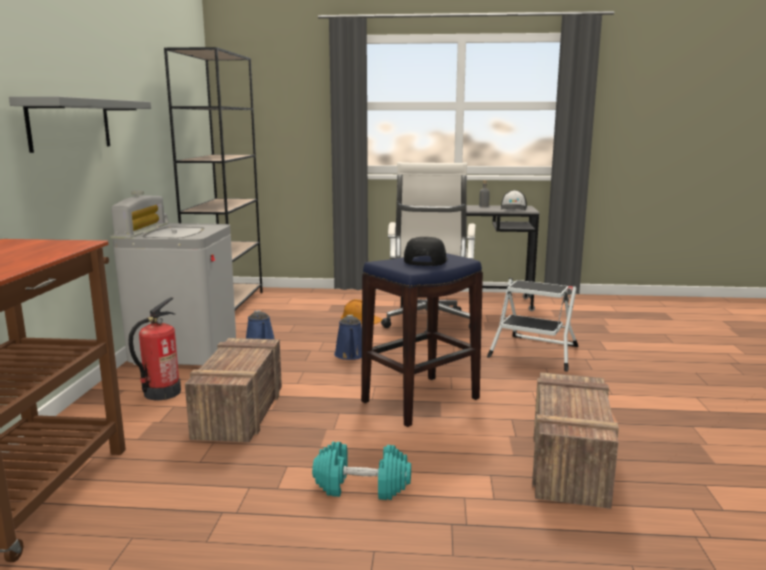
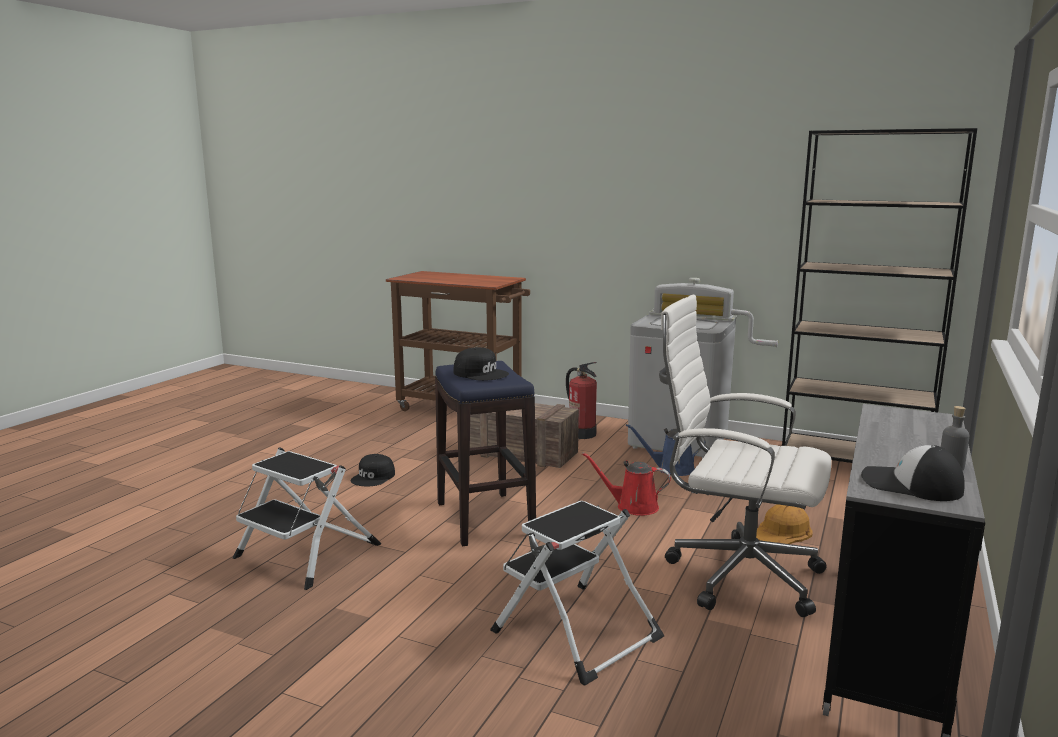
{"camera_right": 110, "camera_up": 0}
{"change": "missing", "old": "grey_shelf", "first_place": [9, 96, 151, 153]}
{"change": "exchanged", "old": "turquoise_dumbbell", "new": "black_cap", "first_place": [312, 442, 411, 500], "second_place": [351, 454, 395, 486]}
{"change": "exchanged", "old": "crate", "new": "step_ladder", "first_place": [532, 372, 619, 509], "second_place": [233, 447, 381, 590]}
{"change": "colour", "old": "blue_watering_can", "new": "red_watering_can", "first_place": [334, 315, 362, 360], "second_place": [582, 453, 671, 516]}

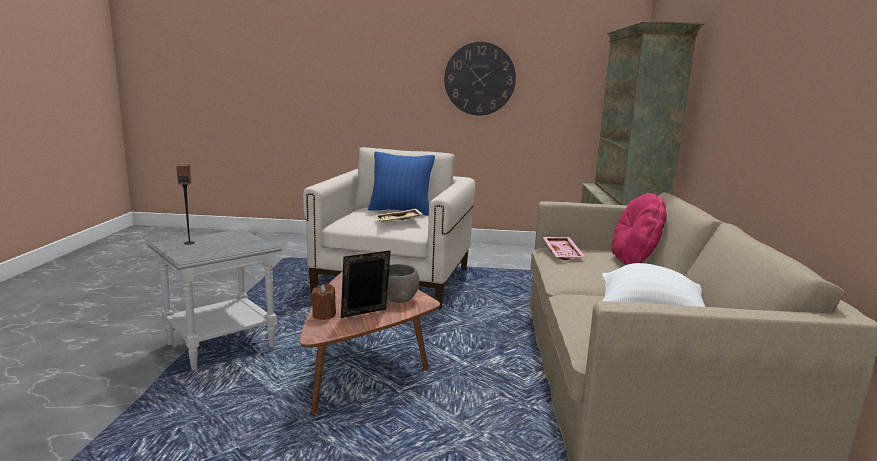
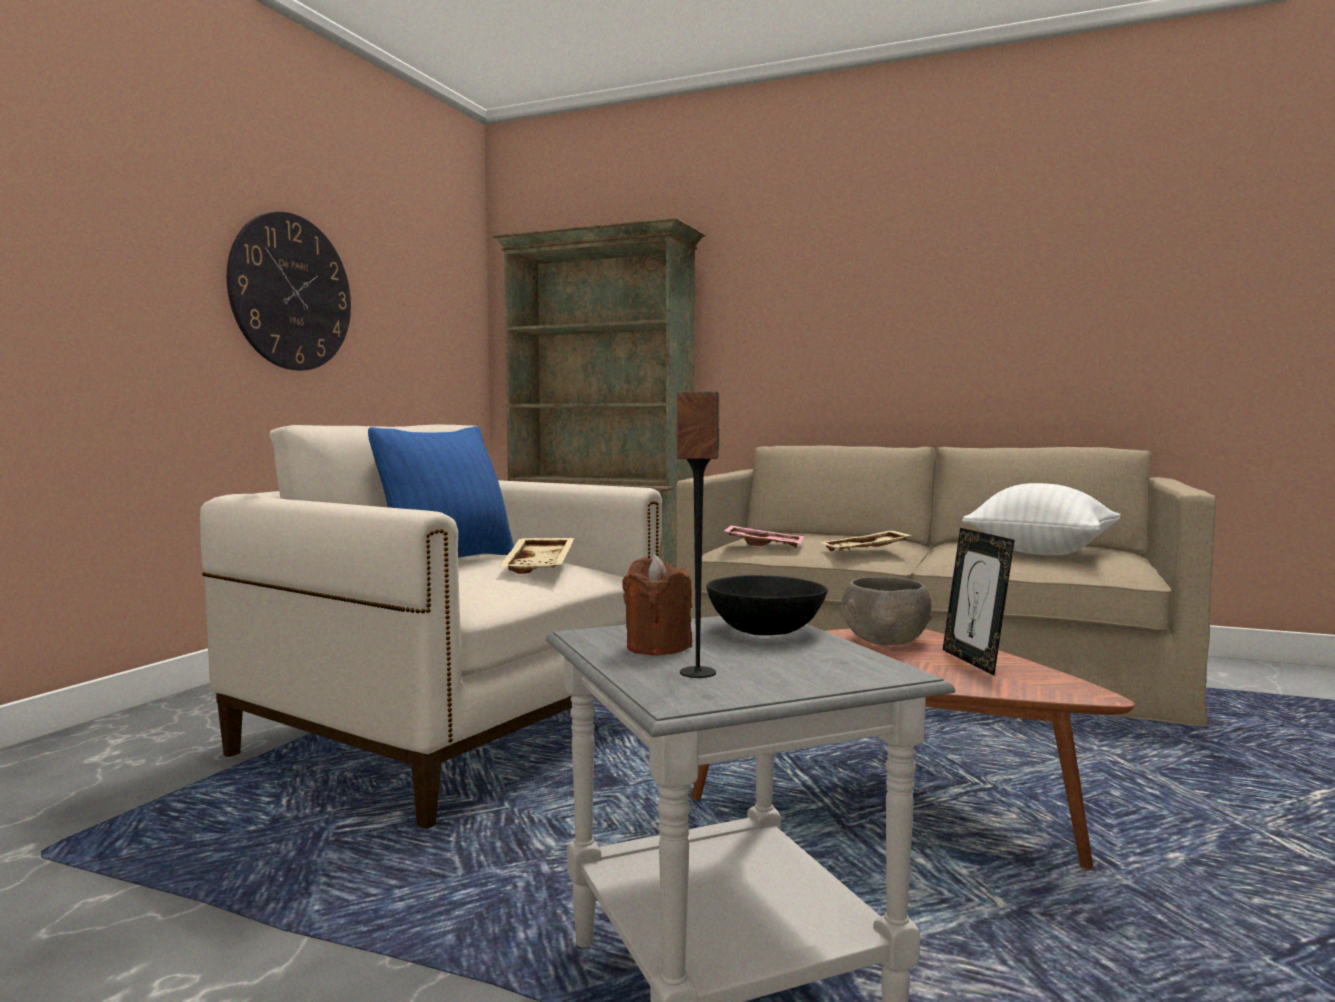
{"camera_right": -70, "camera_up": -10}
{"change": "missing", "old": "pink_pillow", "first_place": [612, 193, 666, 265]}
{"change": "appeared", "new": "black_bowl", "second_place": [707, 575, 828, 635]}
{"change": "appeared", "new": "beige_tray", "second_place": [821, 530, 912, 551]}
{"change": "relocated", "old": "brown_candle", "first_place": [310, 284, 336, 320], "second_place": [622, 554, 692, 655]}

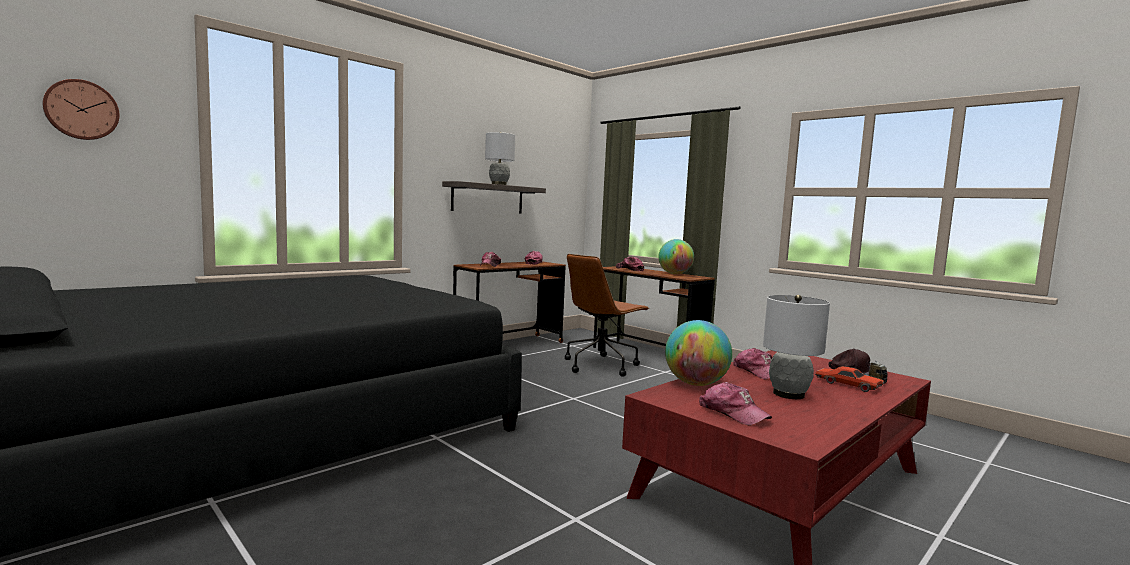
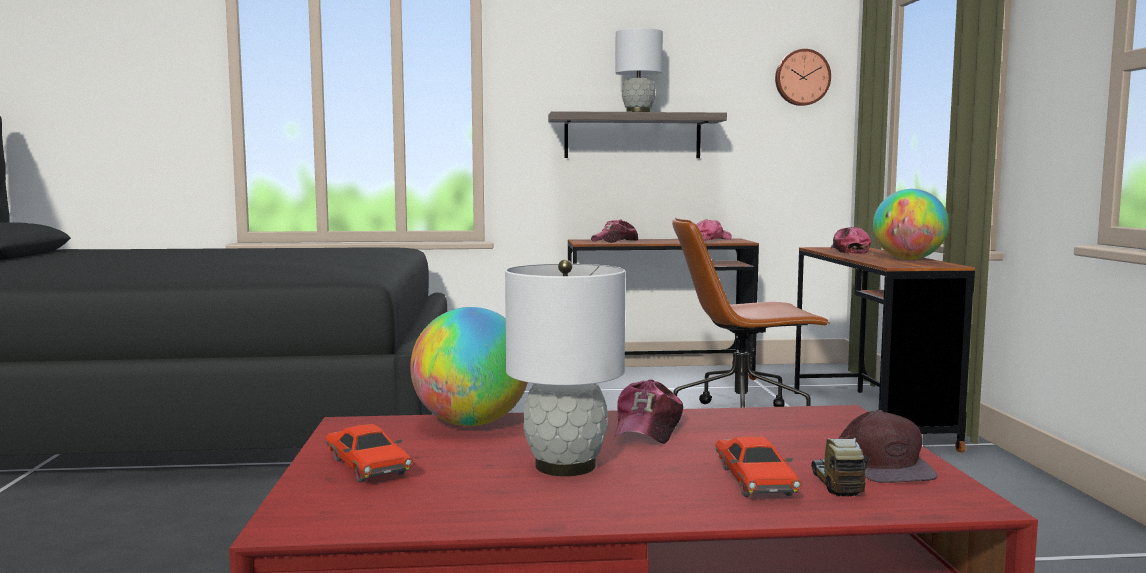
{"camera_right": 40, "camera_up": 0}
{"change": "relocated", "old": "wall_clock", "first_place": [43, 79, 120, 140], "second_place": [775, 49, 831, 106]}
{"change": "exchanged", "old": "cap", "new": "red_toy_car", "first_place": [699, 382, 772, 425], "second_place": [325, 424, 413, 482]}

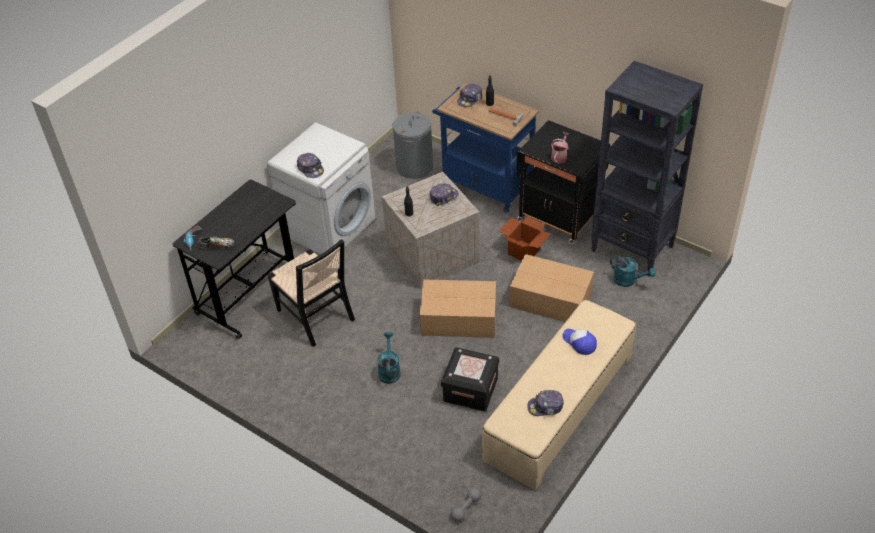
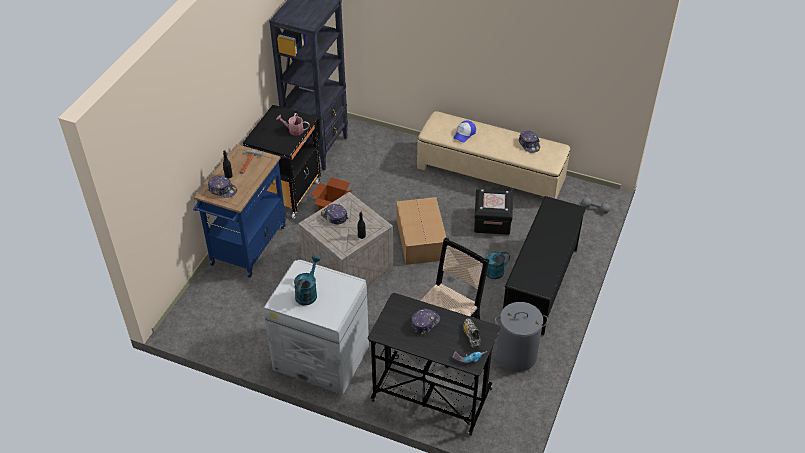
{"camera_right": -105, "camera_up": 0}
{"change": "missing", "old": "cardboard_box", "first_place": [509, 254, 594, 322]}
{"change": "appeared", "new": "black_shoe_rack", "second_place": [503, 196, 586, 335]}
{"change": "relocated", "old": "cap", "first_place": [297, 153, 324, 178], "second_place": [411, 309, 440, 336]}
{"change": "relocated", "old": "grey_laundry_basket", "first_place": [392, 112, 433, 179], "second_place": [495, 302, 548, 372]}
{"change": "relocated", "old": "turquoise_watering_can", "first_place": [610, 255, 656, 287], "second_place": [294, 255, 321, 305]}

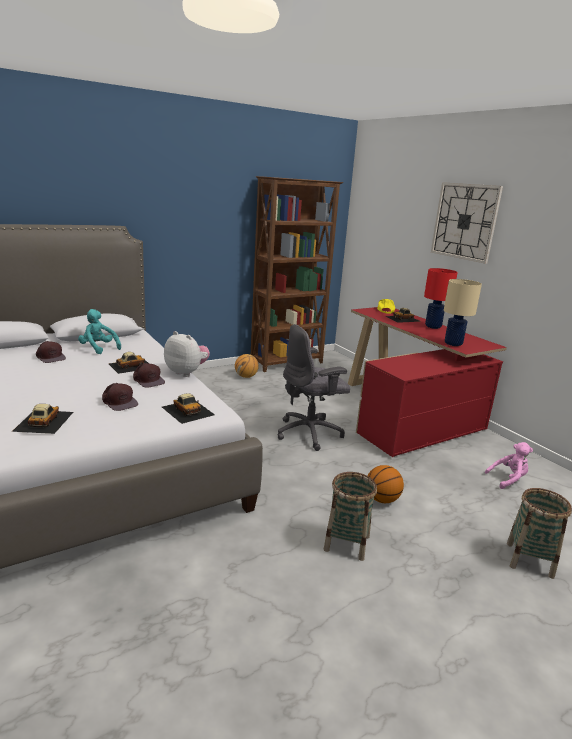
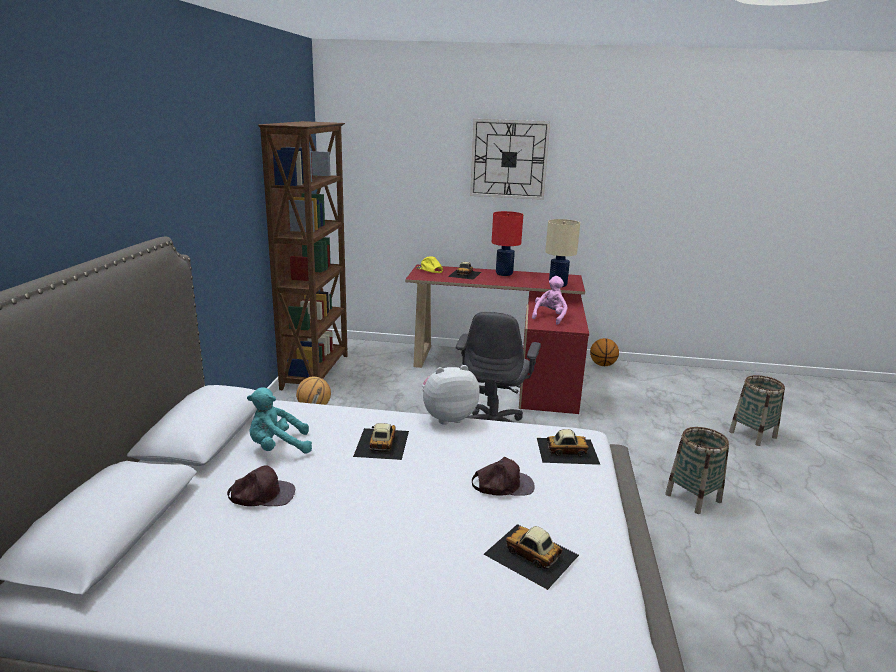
{"camera_right": -50, "camera_up": 0}
{"change": "missing", "old": "brown_cap", "first_place": [133, 363, 165, 388]}
{"change": "relocated", "old": "basketball", "first_place": [368, 465, 404, 503], "second_place": [590, 338, 619, 366]}
{"change": "relocated", "old": "pink_plush_toy", "first_place": [485, 442, 533, 489], "second_place": [532, 276, 568, 325]}

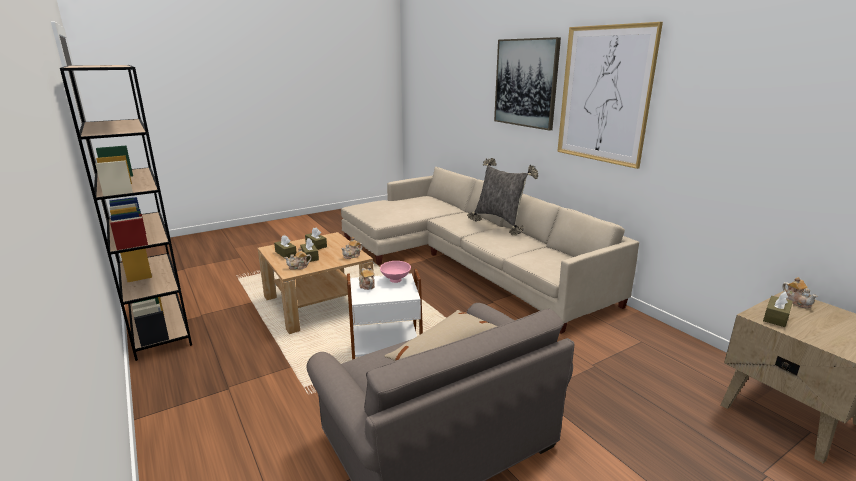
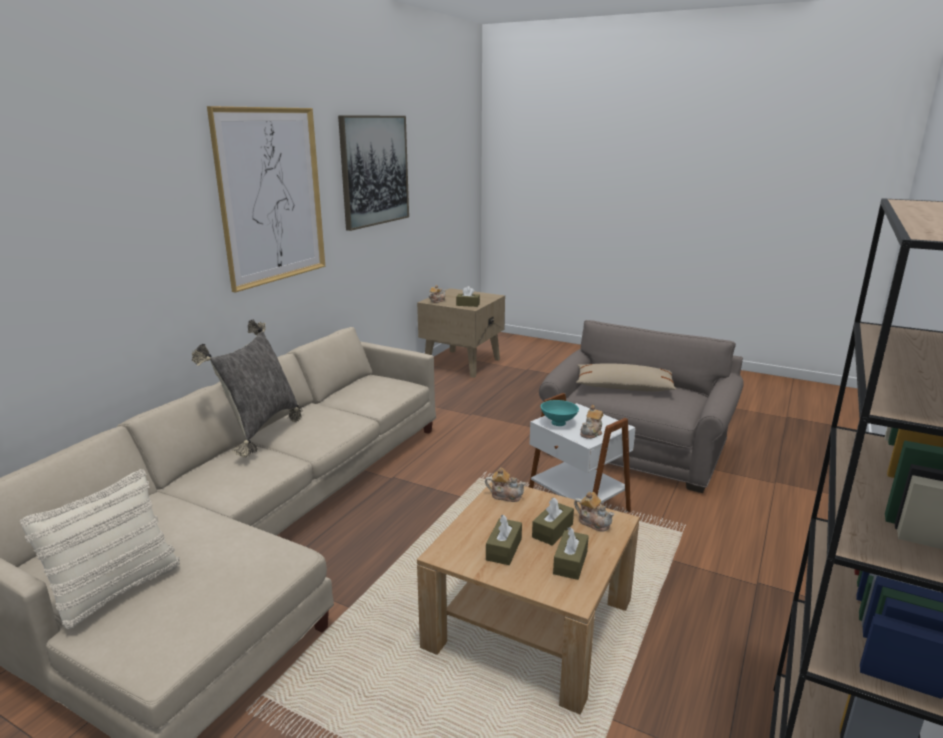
{"camera_right": -120, "camera_up": 0}
{"change": "appeared", "new": "beige_pillow", "second_place": [19, 469, 180, 629]}
{"change": "relocated", "old": "picture", "first_place": [494, 37, 561, 131], "second_place": [338, 115, 409, 231]}
{"change": "colour", "old": "pink_bowl", "new": "turquoise_bowl", "first_place": [380, 261, 411, 283], "second_place": [541, 400, 579, 426]}

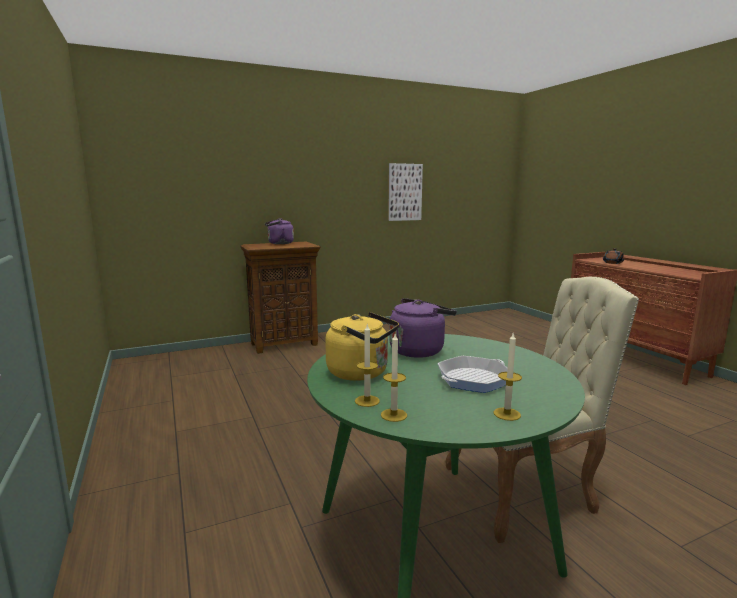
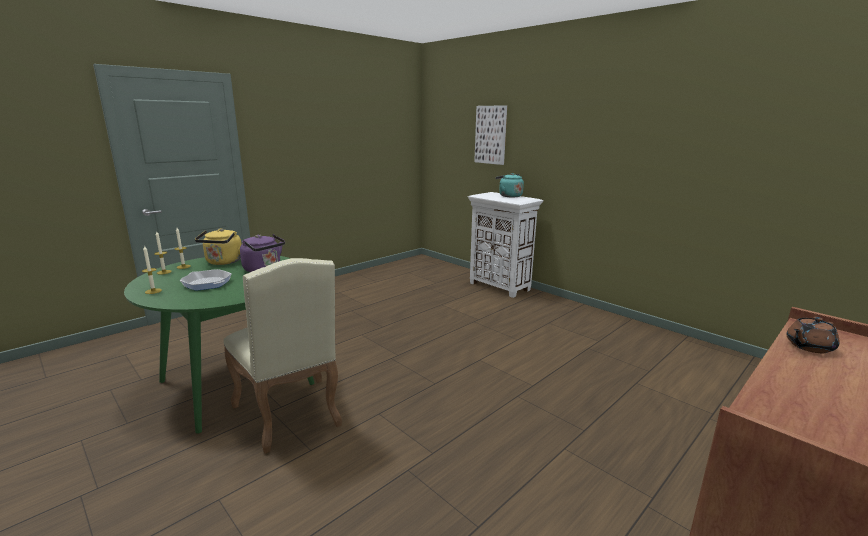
{"camera_right": 70, "camera_up": 5}
{"change": "relocated", "old": "picture", "first_place": [388, 163, 423, 221], "second_place": [474, 105, 507, 165]}
{"change": "colour", "old": "brown_cabinet", "new": "white_cabinet", "first_place": [240, 242, 321, 354], "second_place": [467, 192, 544, 298]}
{"change": "colour", "old": "purple_kettle", "new": "turquoise_kettle", "first_place": [265, 218, 294, 244], "second_place": [495, 173, 524, 197]}

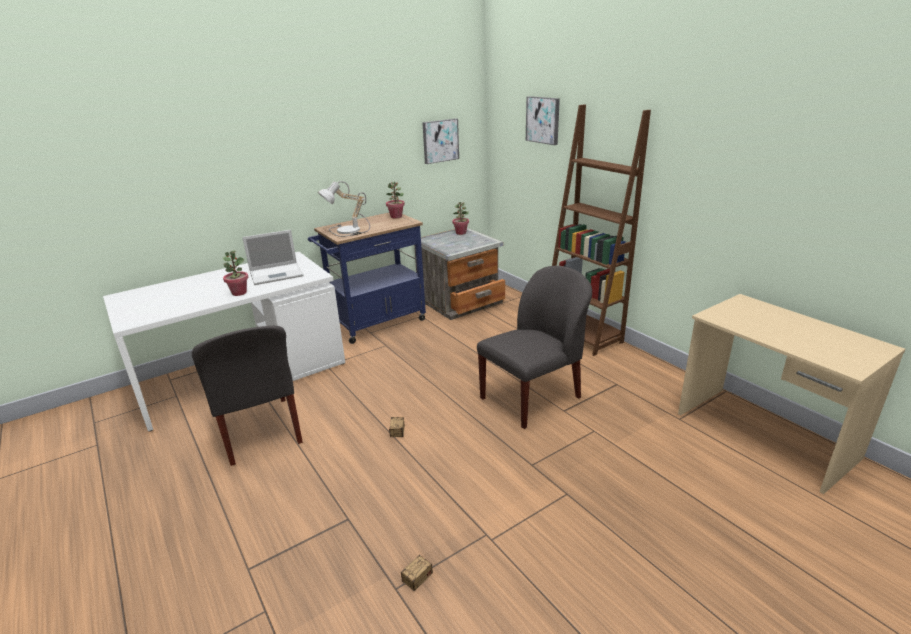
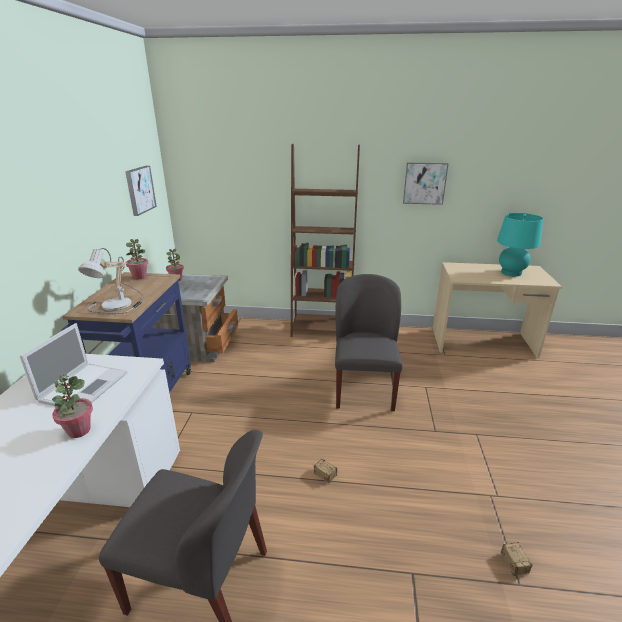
{"camera_right": -50, "camera_up": 0}
{"change": "appeared", "new": "turquoise_table_lamp", "second_place": [497, 213, 543, 277]}
{"change": "relocated", "old": "picture", "first_place": [526, 96, 560, 145], "second_place": [403, 163, 448, 205]}

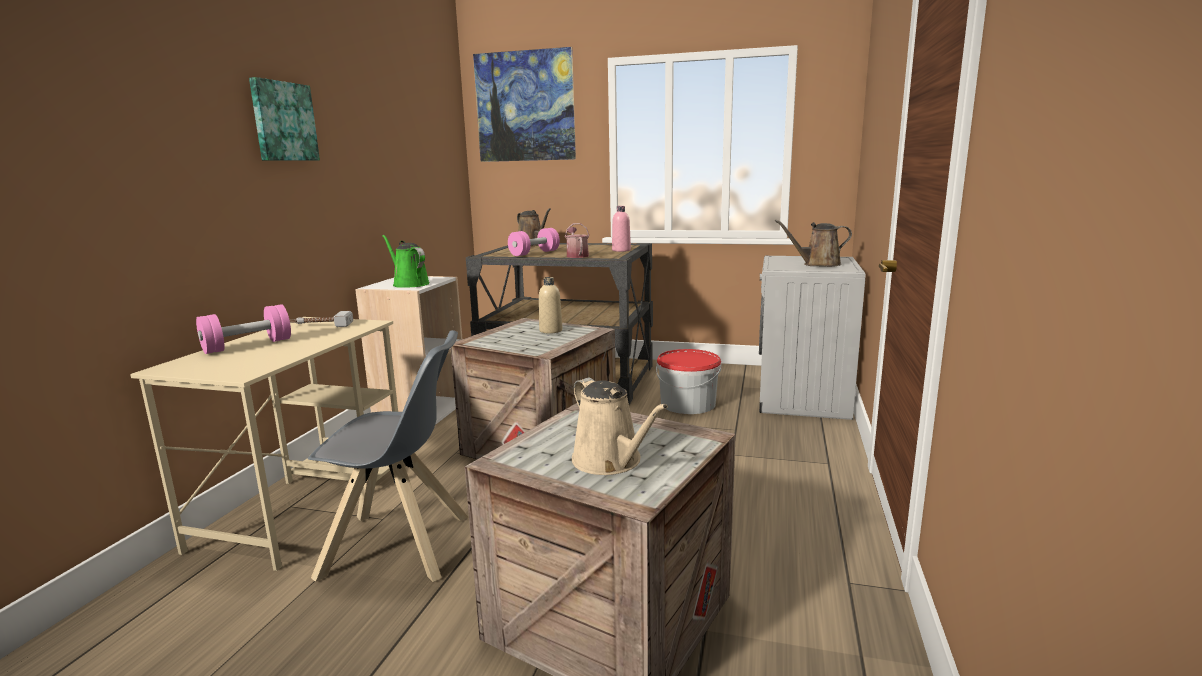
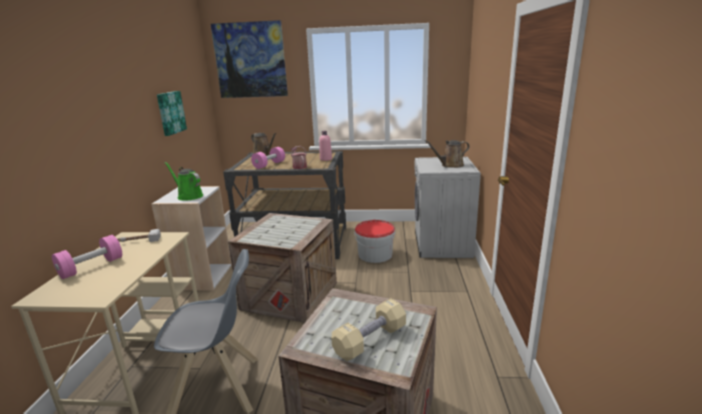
{"camera_right": -10, "camera_up": 5}
{"change": "missing", "old": "beige_bottle", "first_place": [539, 277, 562, 334]}
{"change": "relocated", "old": "picture", "first_place": [249, 77, 320, 161], "second_place": [157, 91, 187, 136]}
{"change": "exchanged", "old": "beige_watering_can", "new": "beige_dumbbell", "first_place": [572, 378, 668, 475], "second_place": [332, 298, 406, 361]}

